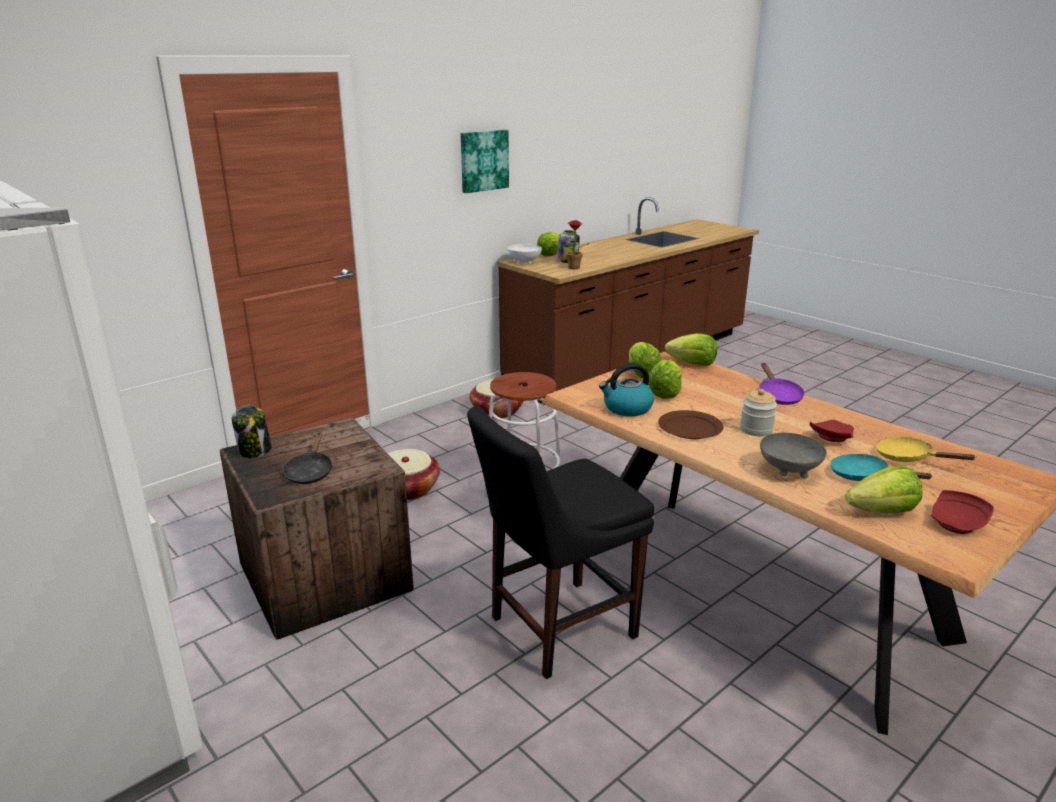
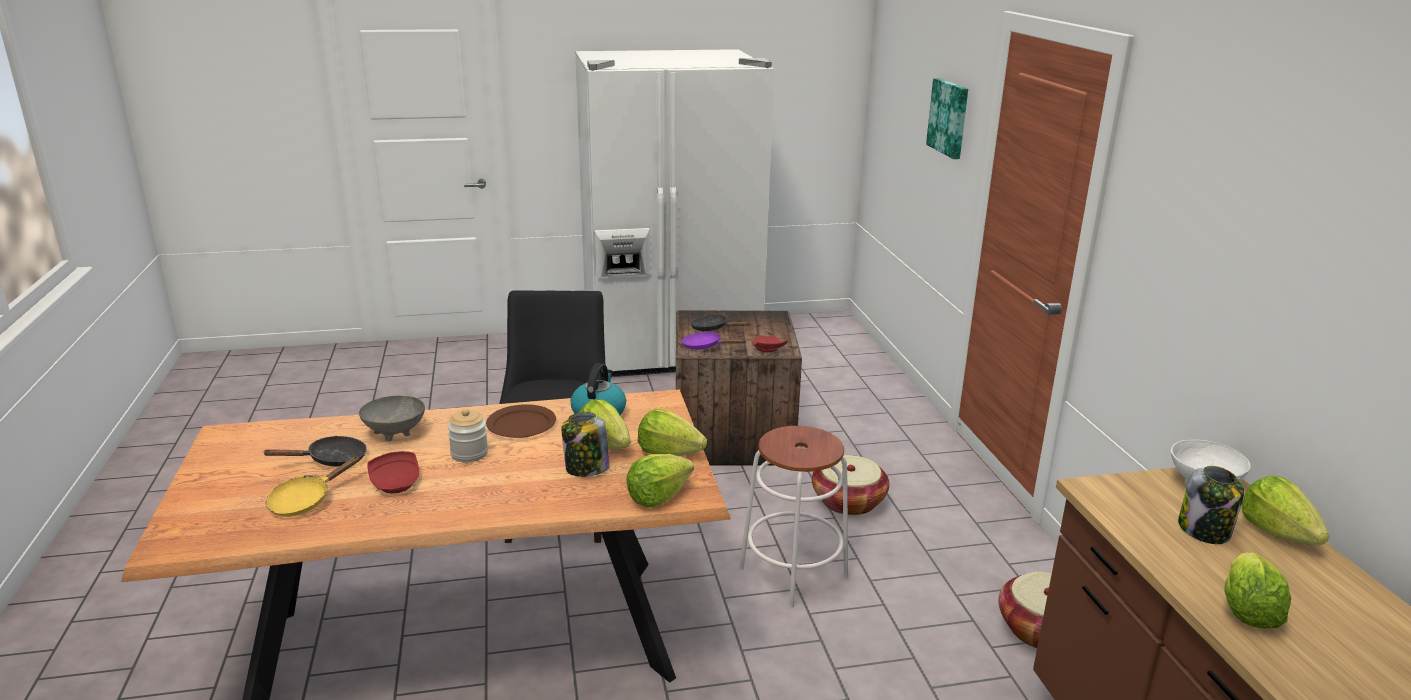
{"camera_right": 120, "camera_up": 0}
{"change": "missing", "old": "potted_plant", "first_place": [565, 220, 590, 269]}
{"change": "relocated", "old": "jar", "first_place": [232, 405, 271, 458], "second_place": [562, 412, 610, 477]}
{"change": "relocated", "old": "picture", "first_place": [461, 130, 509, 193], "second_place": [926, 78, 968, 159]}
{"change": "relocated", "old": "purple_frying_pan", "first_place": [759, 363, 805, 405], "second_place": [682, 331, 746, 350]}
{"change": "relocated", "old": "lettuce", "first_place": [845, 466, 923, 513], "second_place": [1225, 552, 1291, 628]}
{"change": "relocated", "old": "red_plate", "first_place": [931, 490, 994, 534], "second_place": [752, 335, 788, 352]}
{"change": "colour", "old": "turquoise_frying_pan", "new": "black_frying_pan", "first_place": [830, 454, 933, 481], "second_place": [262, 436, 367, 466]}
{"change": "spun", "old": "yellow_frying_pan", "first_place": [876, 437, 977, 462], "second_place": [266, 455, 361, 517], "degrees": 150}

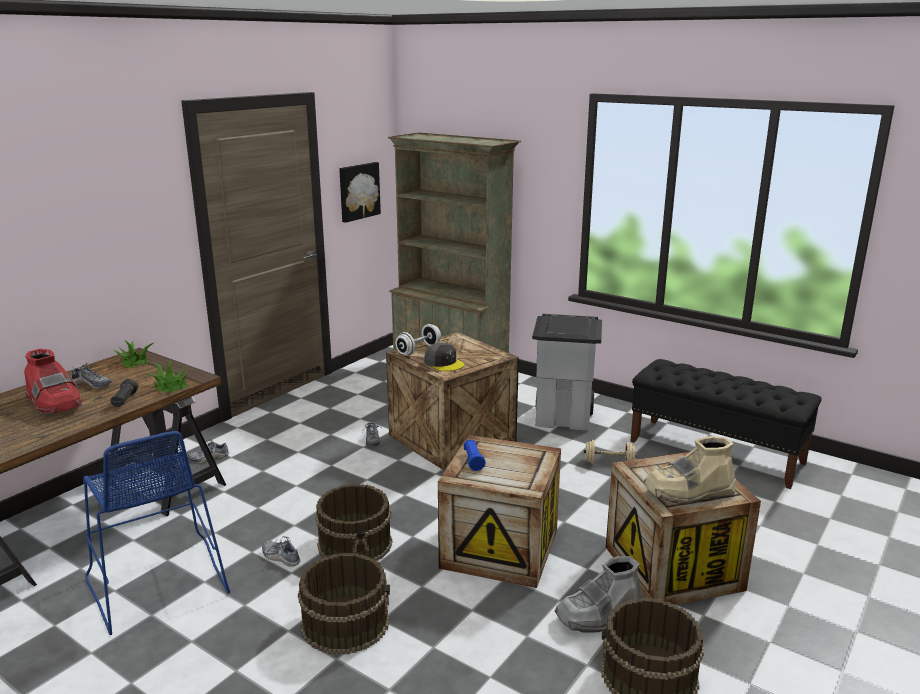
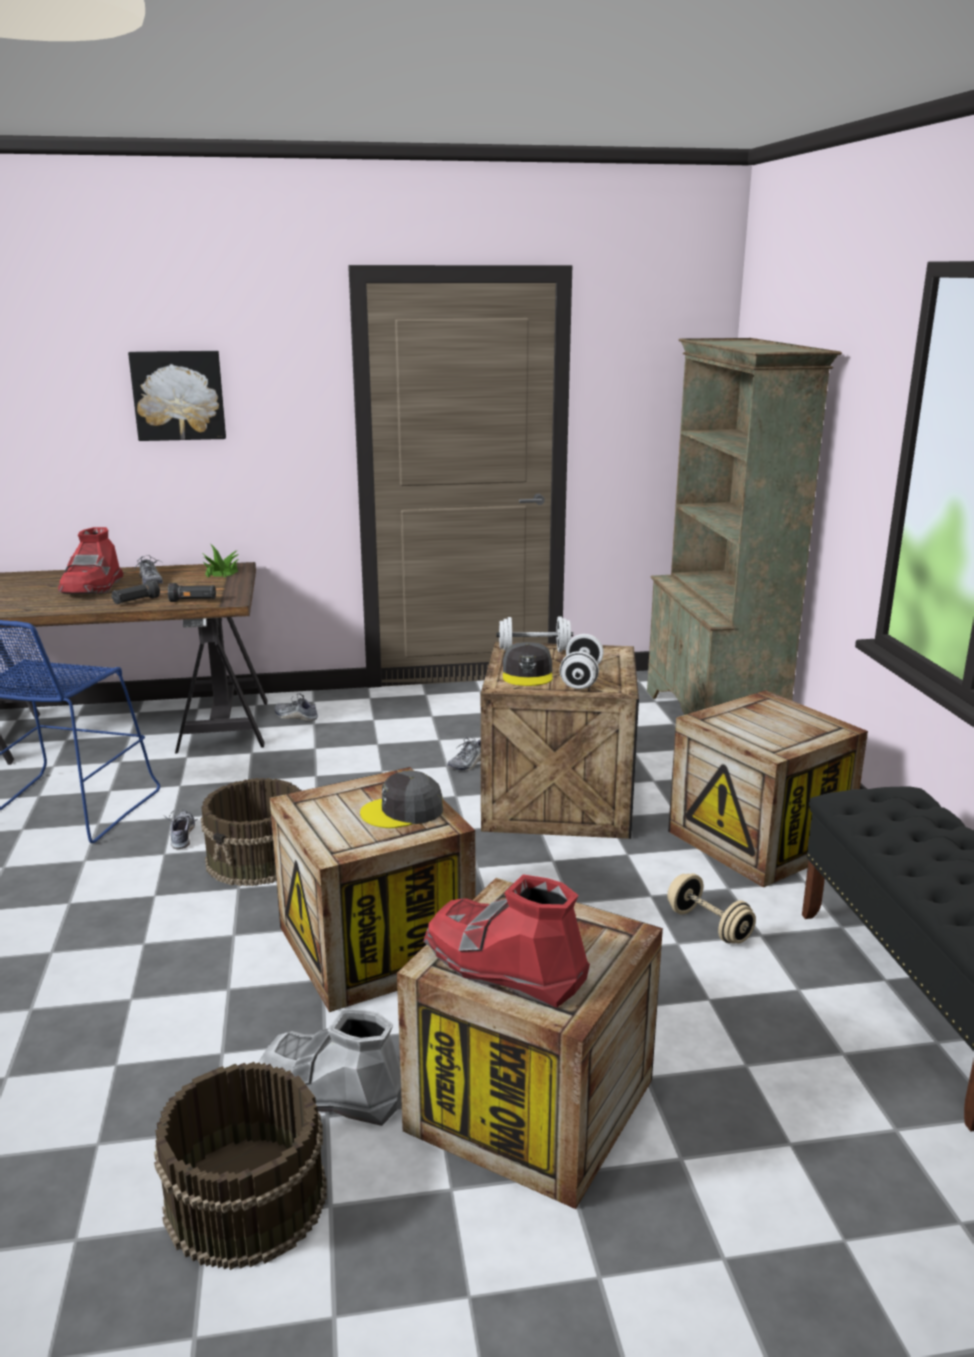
{"camera_right": 45, "camera_up": 0}
{"change": "missing", "old": "brown_bucket", "first_place": [298, 553, 390, 654]}
{"change": "missing", "old": "blue_flashlight", "first_place": [464, 439, 486, 471]}
{"change": "appeared", "new": "grey_cap", "second_place": [360, 770, 443, 828]}
{"change": "appeared", "new": "white_dumbbell", "second_place": [560, 634, 604, 689]}
{"change": "relocated", "old": "picture", "first_place": [339, 162, 381, 223], "second_place": [128, 351, 226, 441]}
{"change": "exchanged", "old": "potted_plant", "new": "black_flashlight", "first_place": [147, 359, 188, 393], "second_place": [168, 583, 216, 602]}
{"change": "exchanged", "old": "grey_trash_can", "new": "crate", "first_place": [532, 314, 602, 430], "second_place": [668, 690, 868, 888]}
{"change": "colour", "old": "beige_boot", "new": "red_boot", "first_place": [643, 436, 736, 504], "second_place": [423, 874, 590, 1008]}

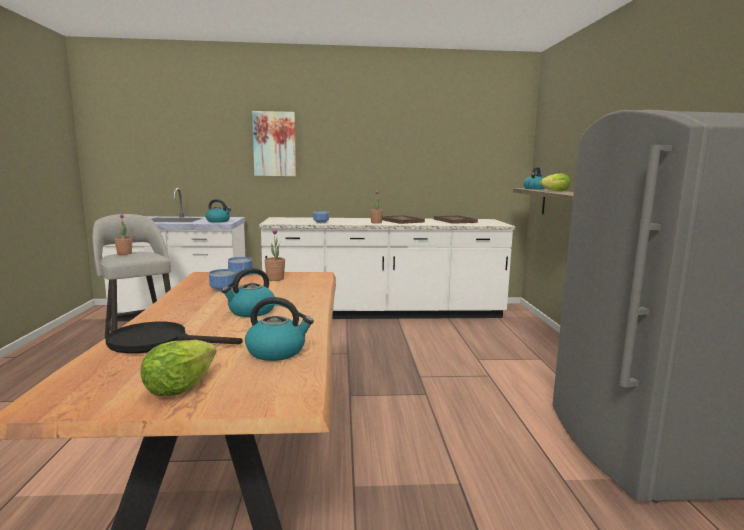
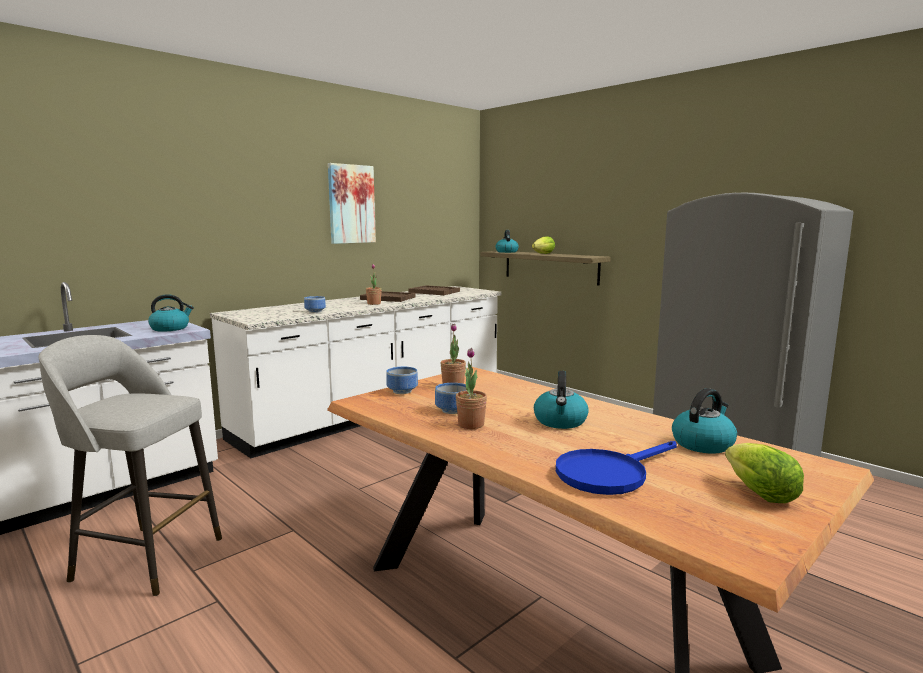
{"camera_right": -40, "camera_up": 0}
{"change": "relocated", "old": "potted_plant", "first_place": [114, 214, 132, 255], "second_place": [456, 348, 487, 429]}
{"change": "relocated", "old": "picture", "first_place": [252, 111, 296, 176], "second_place": [328, 163, 376, 244]}
{"change": "colour", "old": "black_frying_pan", "new": "blue_frying_pan", "first_place": [105, 322, 243, 353], "second_place": [556, 441, 677, 495]}

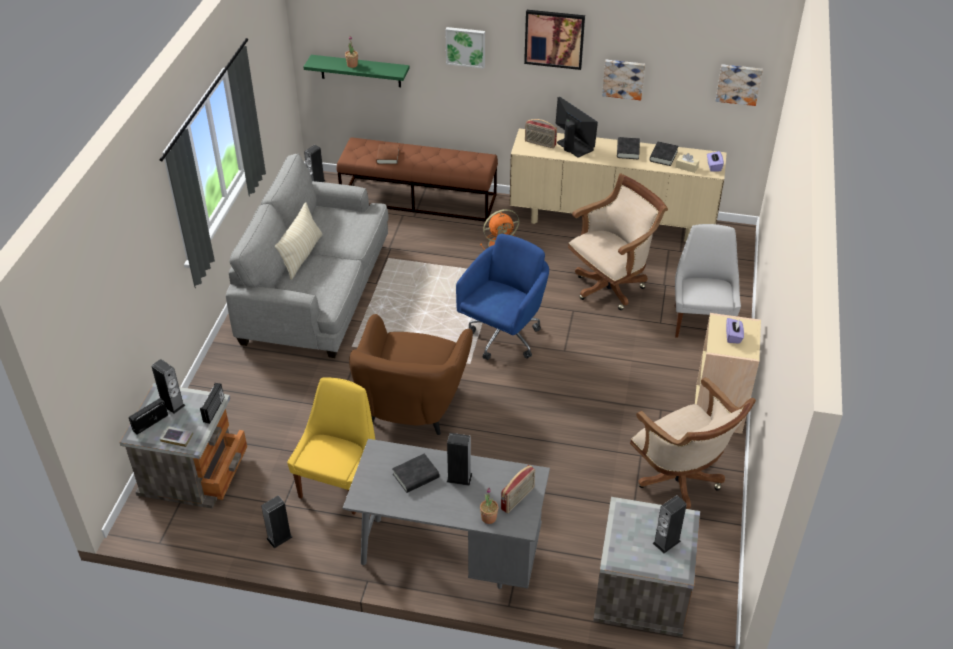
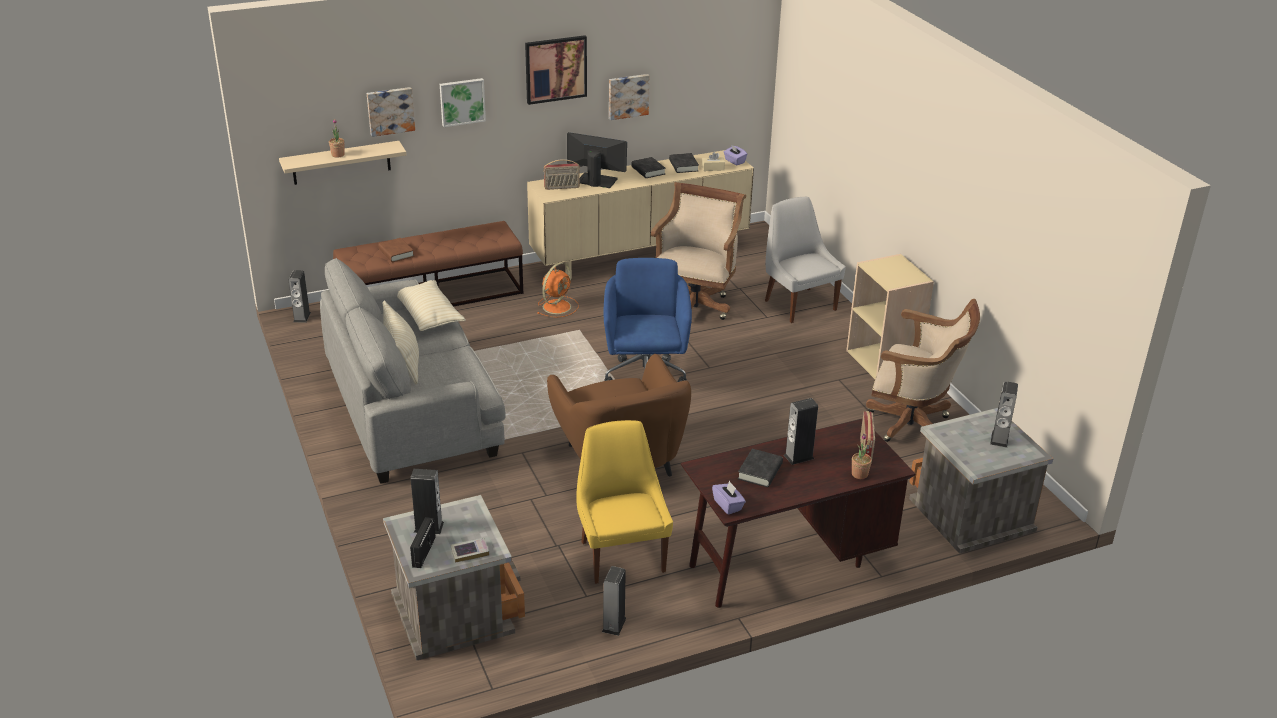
{"camera_right": -35, "camera_up": -10}
{"change": "missing", "old": "radio", "first_place": [200, 383, 224, 424]}
{"change": "appeared", "new": "beige_pillow", "second_place": [397, 280, 466, 331]}
{"change": "relocated", "old": "picture", "first_place": [716, 64, 763, 106], "second_place": [367, 87, 415, 137]}
{"change": "relocated", "old": "purple_tissue_box", "first_place": [726, 318, 744, 344], "second_place": [712, 480, 746, 515]}
{"change": "colour", "old": "green_shelf", "new": "beige_shelf", "first_place": [303, 55, 409, 87], "second_place": [279, 141, 406, 185]}
{"change": "colour", "old": "grey_desk", "new": "brown_desk", "first_place": [343, 439, 550, 589], "second_place": [681, 419, 915, 608]}

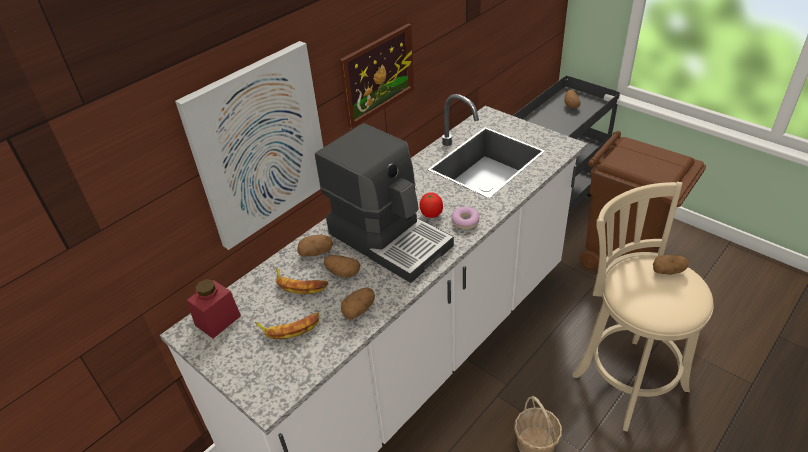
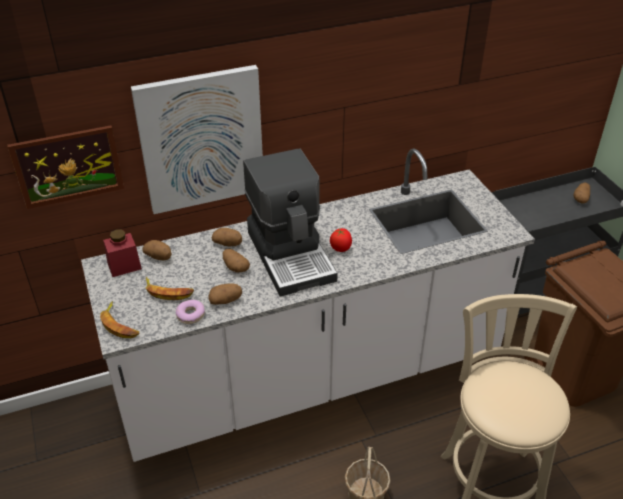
{"camera_right": 25, "camera_up": 0}
{"change": "relocated", "old": "banana", "first_place": [275, 267, 328, 294], "second_place": [100, 301, 139, 338]}
{"change": "relocated", "old": "picture", "first_place": [340, 24, 415, 129], "second_place": [8, 125, 124, 209]}
{"change": "relocated", "old": "donut", "first_place": [451, 207, 479, 229], "second_place": [176, 300, 205, 324]}
{"change": "relocated", "old": "potato", "first_place": [653, 255, 689, 275], "second_place": [142, 240, 172, 261]}

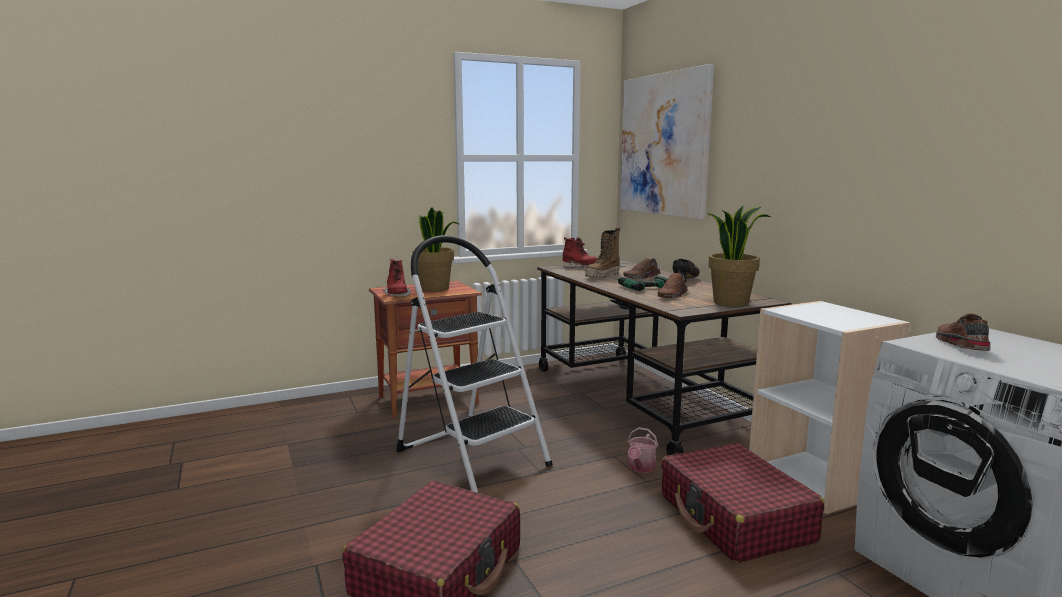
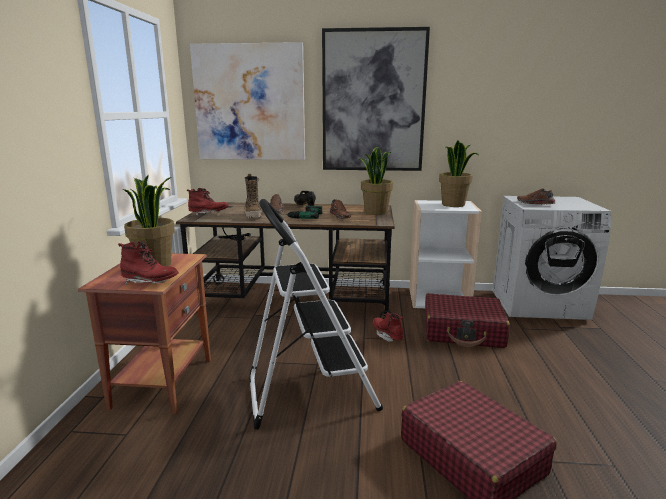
{"camera_right": -60, "camera_up": 5}
{"change": "appeared", "new": "picture", "second_place": [322, 27, 430, 171]}
{"change": "appeared", "new": "potted_plant", "second_place": [439, 140, 479, 207]}
{"change": "exchanged", "old": "watering_can", "new": "red_boot", "first_place": [628, 427, 658, 473], "second_place": [373, 312, 403, 342]}

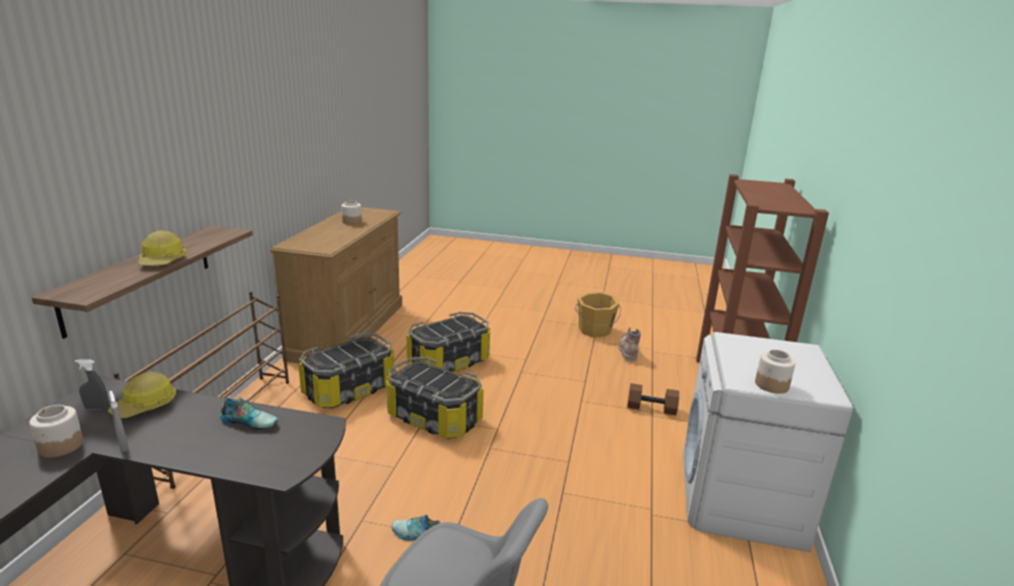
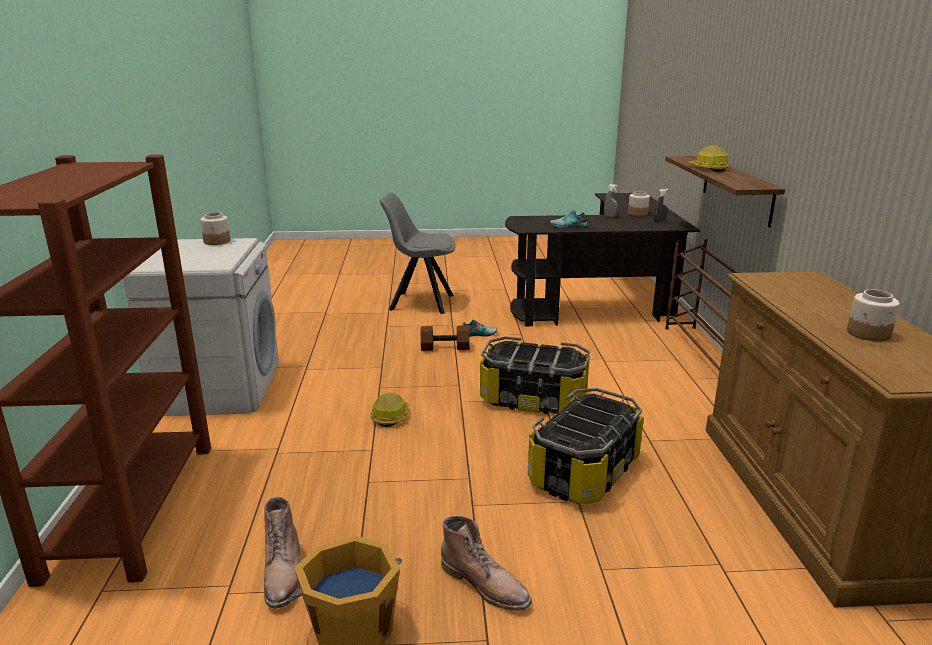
{"camera_right": 165, "camera_up": 0}
{"change": "missing", "old": "storage_box", "first_place": [298, 333, 395, 408]}
{"change": "appeared", "new": "brown_boot", "second_place": [441, 516, 532, 611]}
{"change": "relocated", "old": "hard_hat", "first_place": [108, 372, 176, 418], "second_place": [370, 393, 408, 427]}
{"change": "relocated", "old": "brown_dumbbell", "first_place": [627, 383, 679, 415], "second_place": [421, 325, 470, 351]}

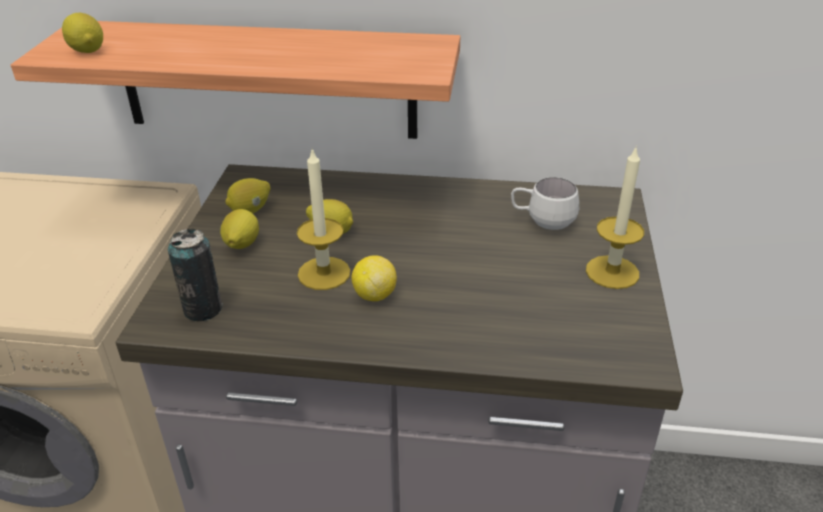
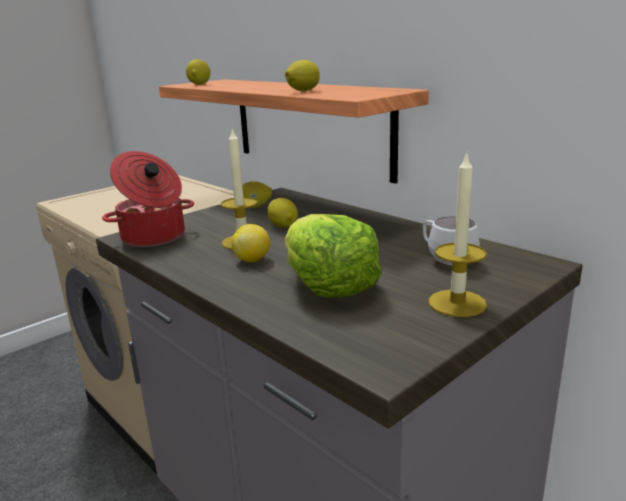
{"camera_right": 40, "camera_up": -15}
{"change": "appeared", "new": "lettuce", "second_place": [285, 214, 381, 298]}
{"change": "relocated", "old": "lemon", "first_place": [220, 209, 259, 249], "second_place": [285, 60, 320, 91]}
{"change": "exchanged", "old": "can", "new": "cooking_pot", "first_place": [168, 228, 223, 321], "second_place": [102, 151, 194, 247]}

